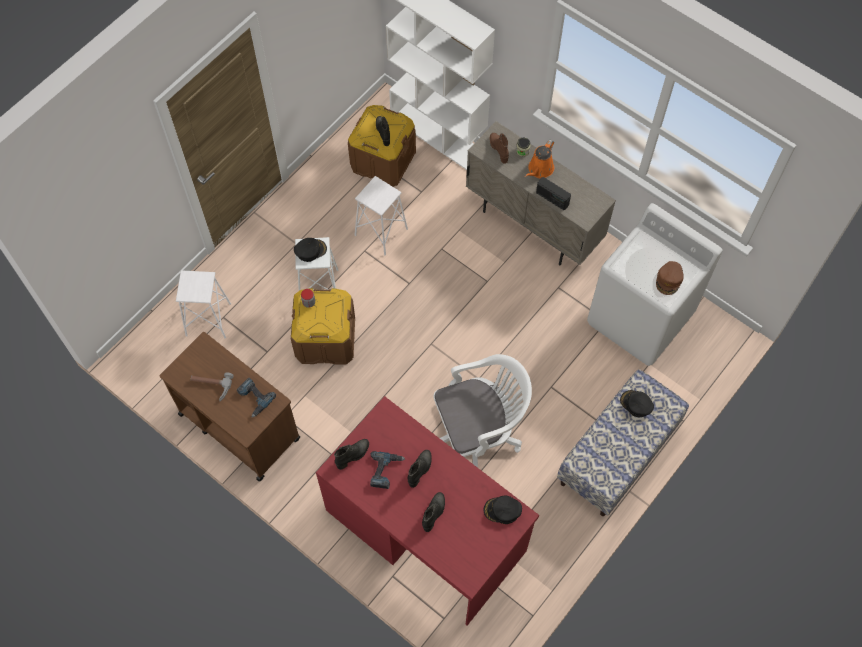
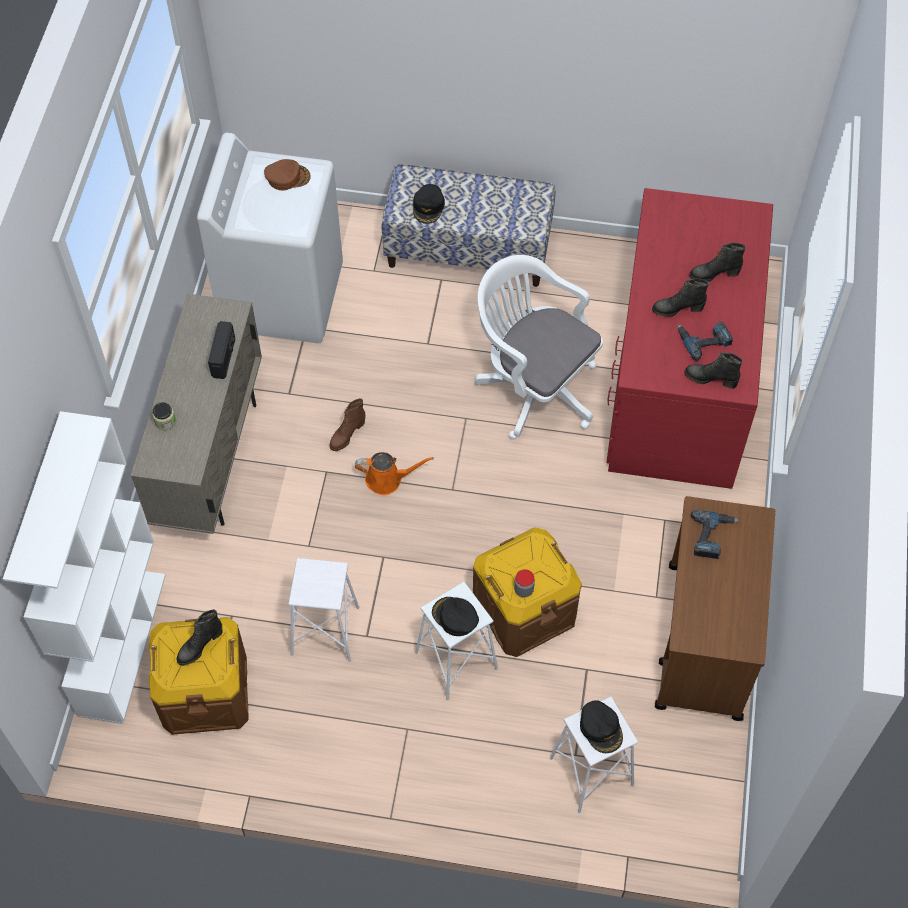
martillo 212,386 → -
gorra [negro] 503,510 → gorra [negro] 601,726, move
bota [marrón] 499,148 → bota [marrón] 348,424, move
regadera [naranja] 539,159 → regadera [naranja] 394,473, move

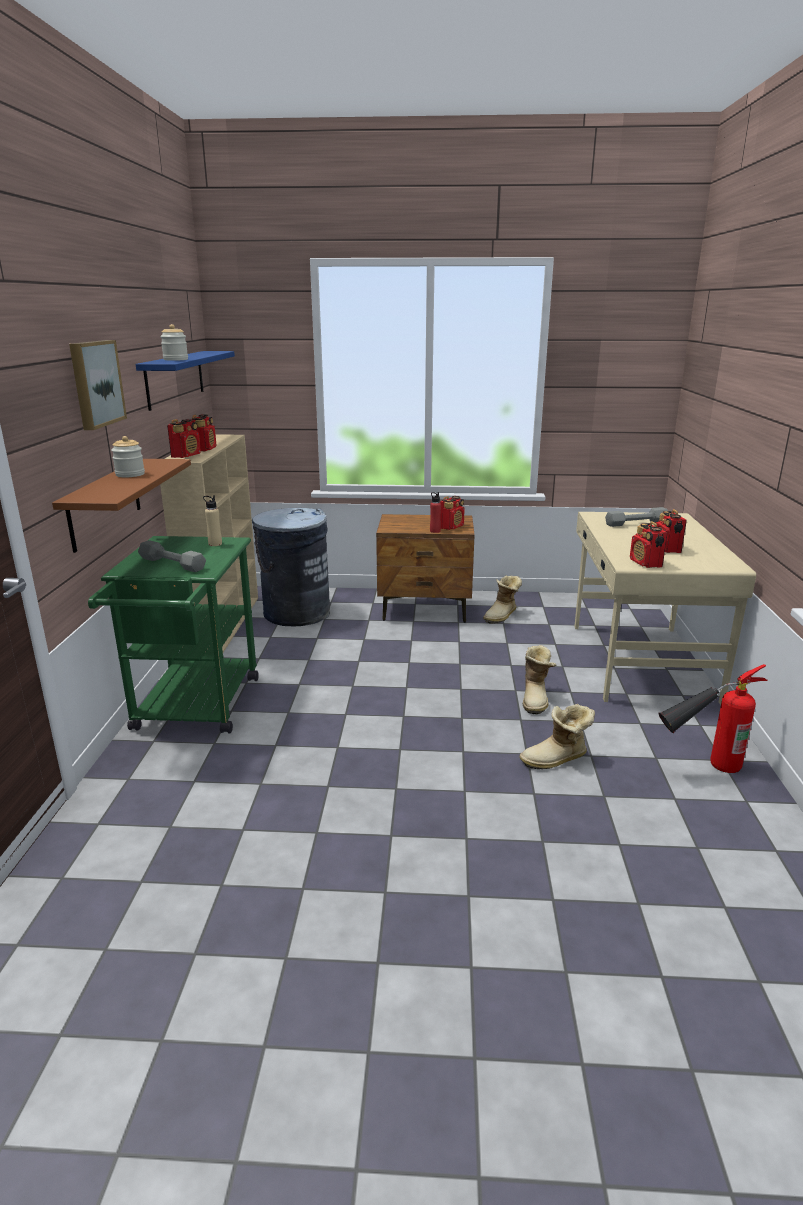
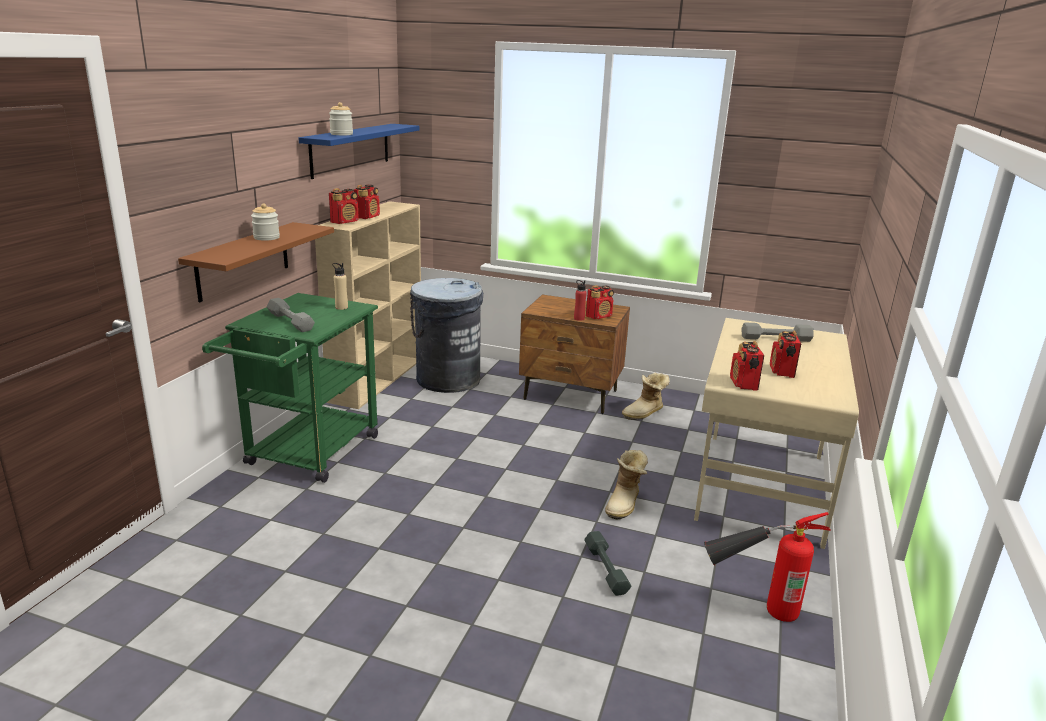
cuadro 98,385 → -
bota 557,736 → mancuerna [gris] 607,563

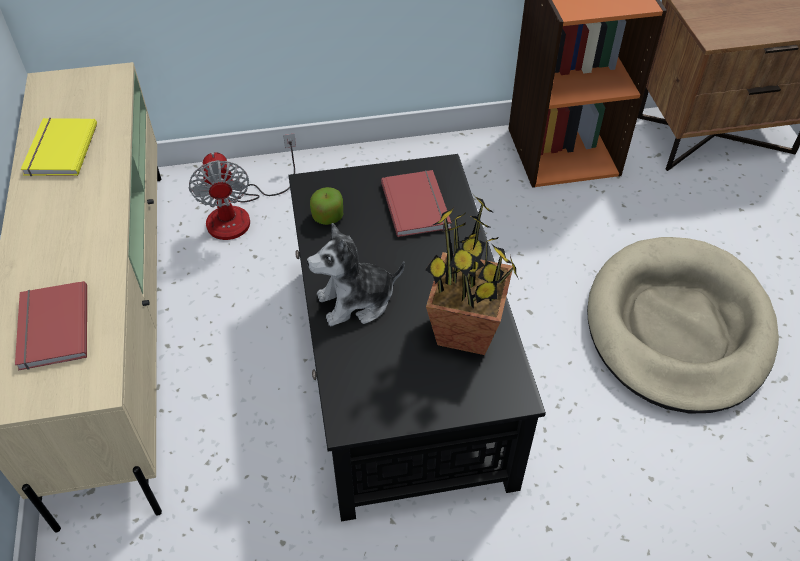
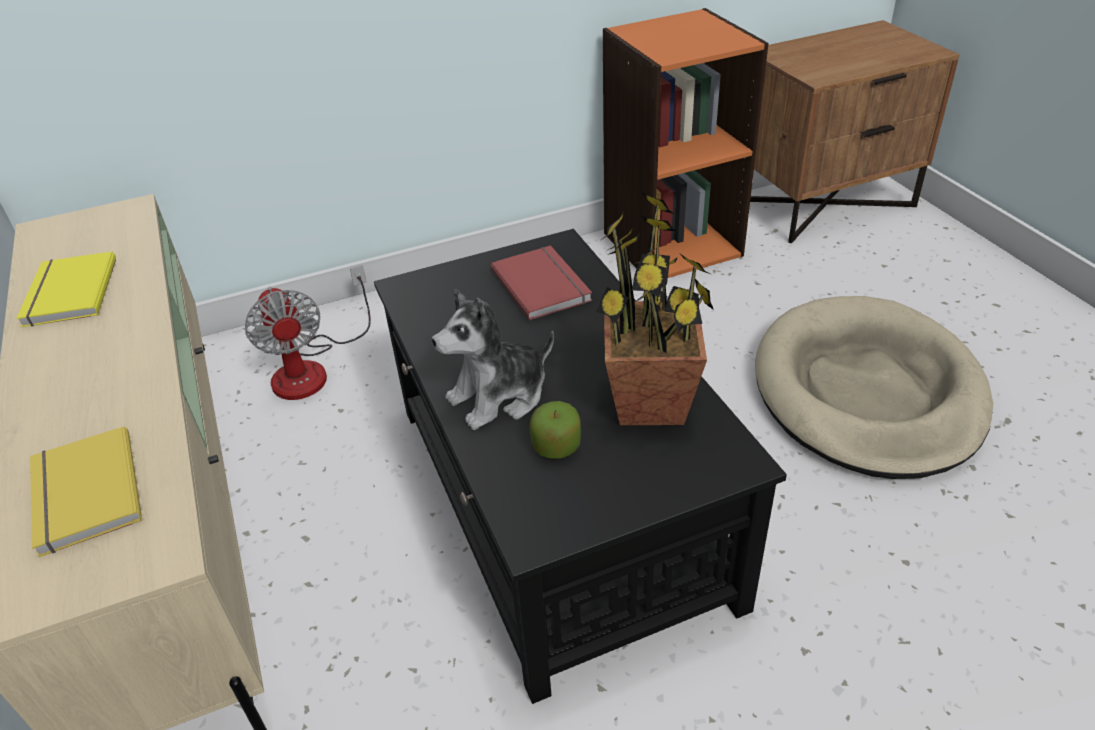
manzana 326,206 → manzana 555,430, move
libro [rojo] 51,326 → libro [amarillo] 86,491

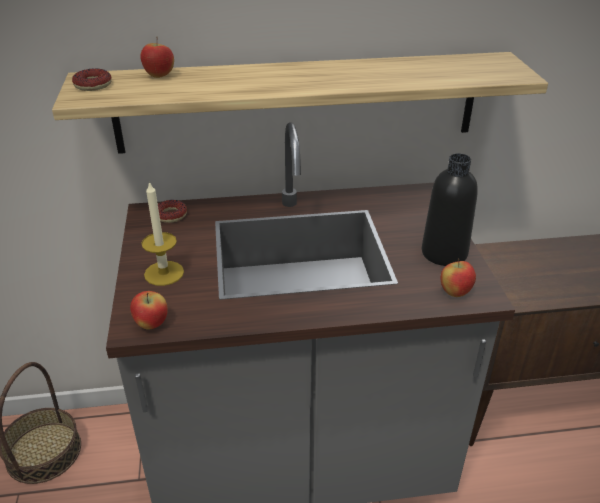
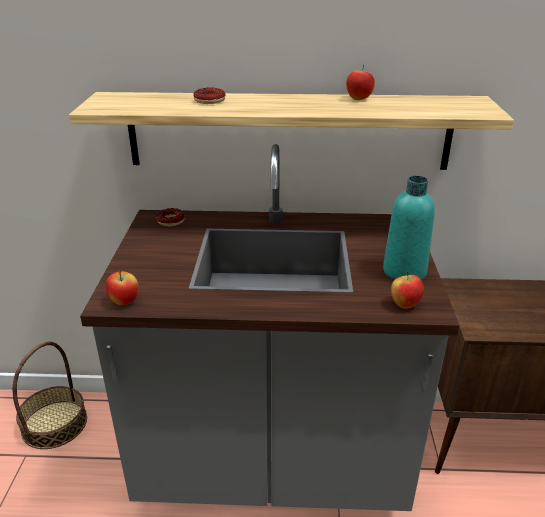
vela 162,233 → -
rosquilla 92,79 → rosquilla 209,95, move
manzana 157,57 → manzana 360,82, move
botella [negro] 450,209 → botella [turquesa] 409,228

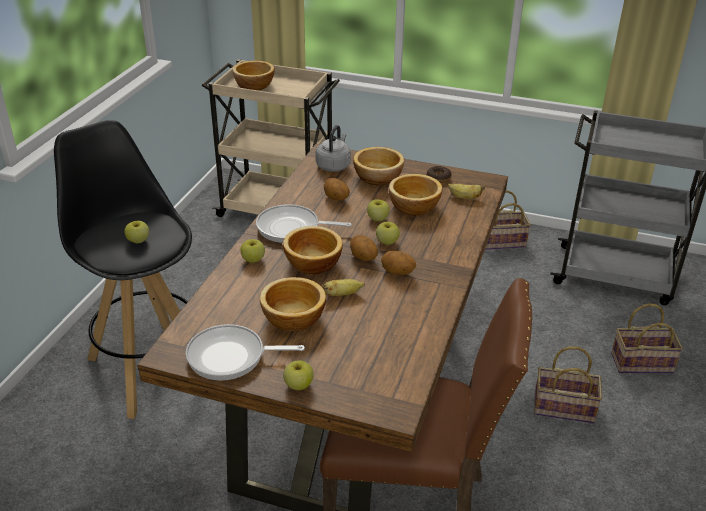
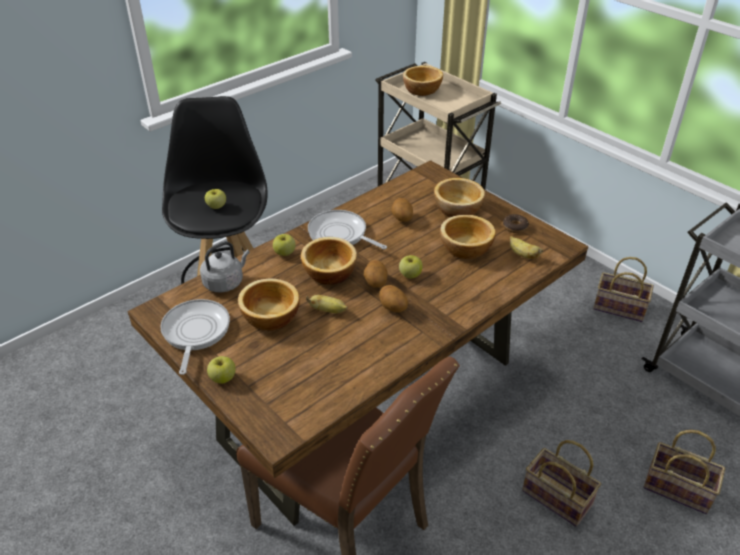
manzana 378,210 → -
hervidor [gris] 333,148 → hervidor [gris] 225,266, move
sartén 245,352 → sartén 195,337, 60 degrees clockwise

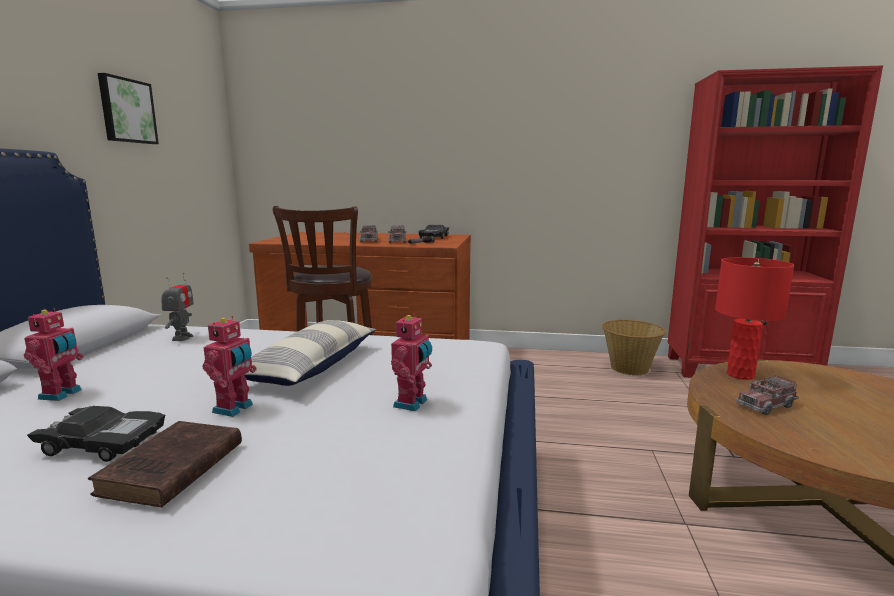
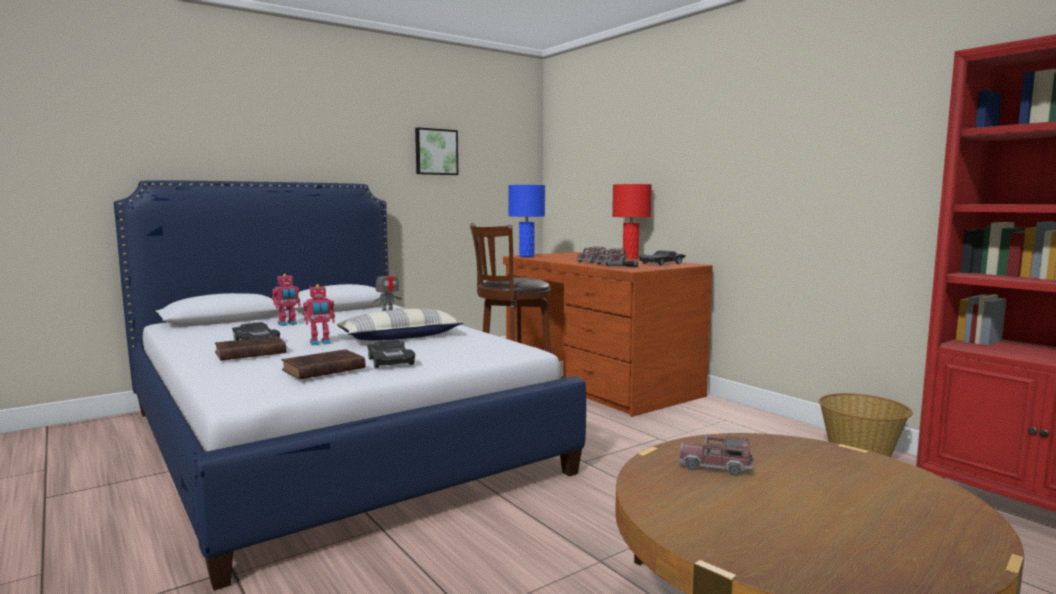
- → libro [marrón] 323,364
- → lámpara de mesa [azul] 526,221
lámpara de mesa [rojo] 754,318 → lámpara de mesa [rojo] 632,221, move
robot de juguete 411,362 → coche de juguete [negro] 391,354

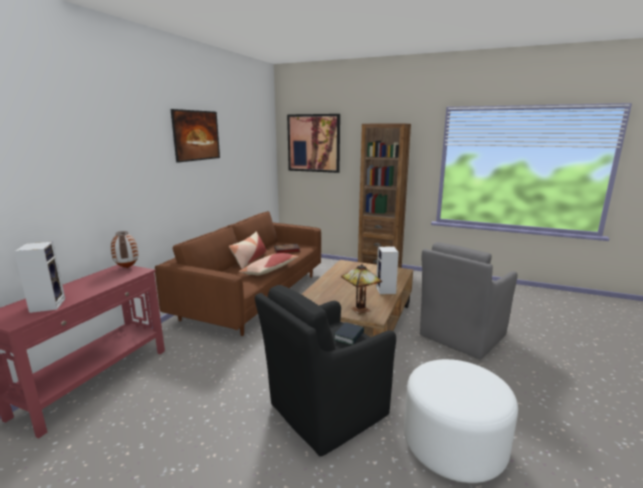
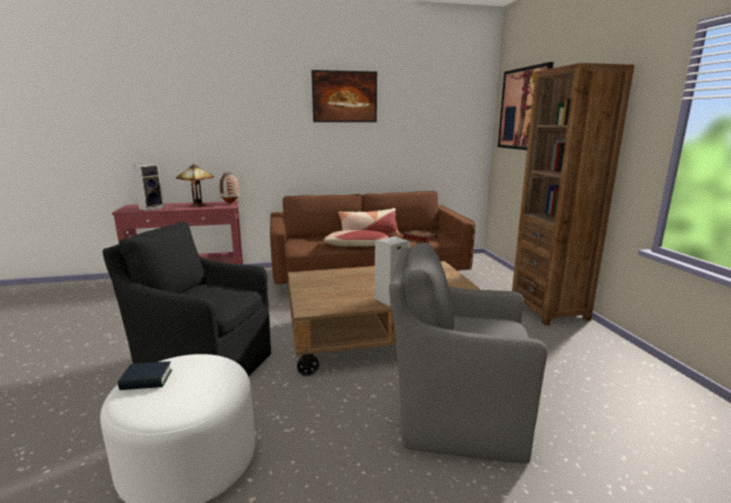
libro 349,333 → libro 145,375, move
lámpara de mesa 361,289 → lámpara de mesa 195,185, move

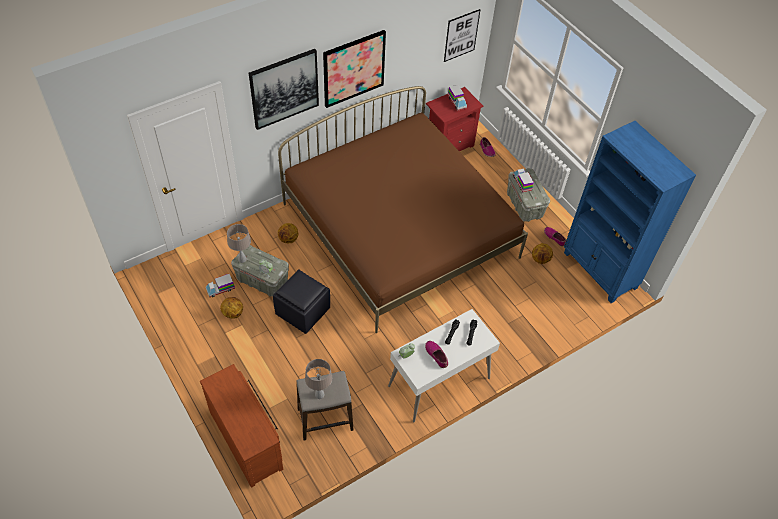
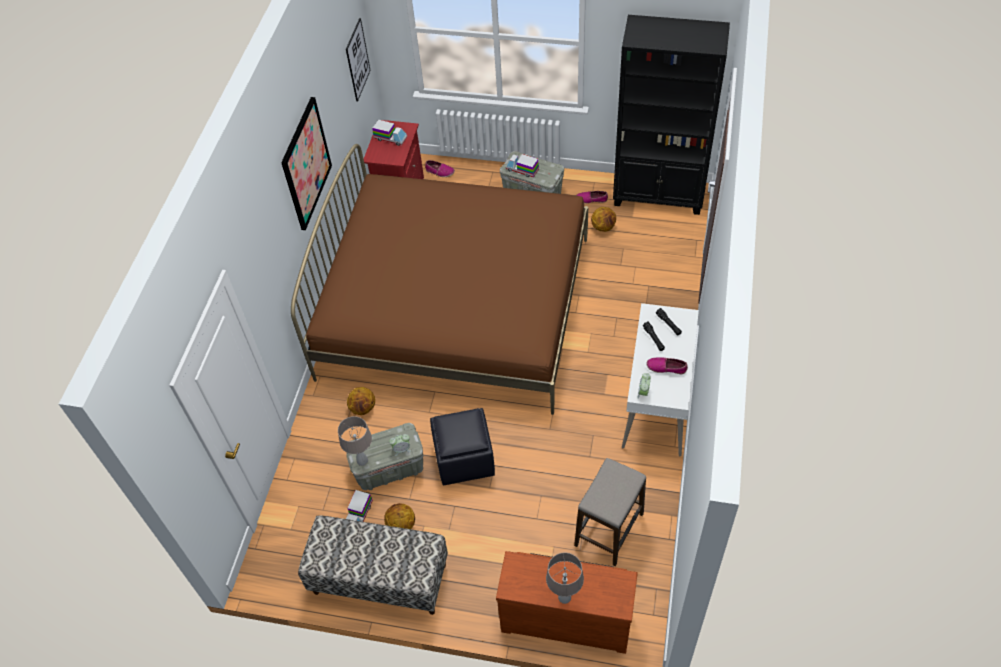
cuadro 284,89 → -
- → banco 373,565
lámpara de mesa [beis] 318,379 → lámpara de mesa [beis] 565,578, move
estantería [azul] 630,212 → estantería [negro] 671,115

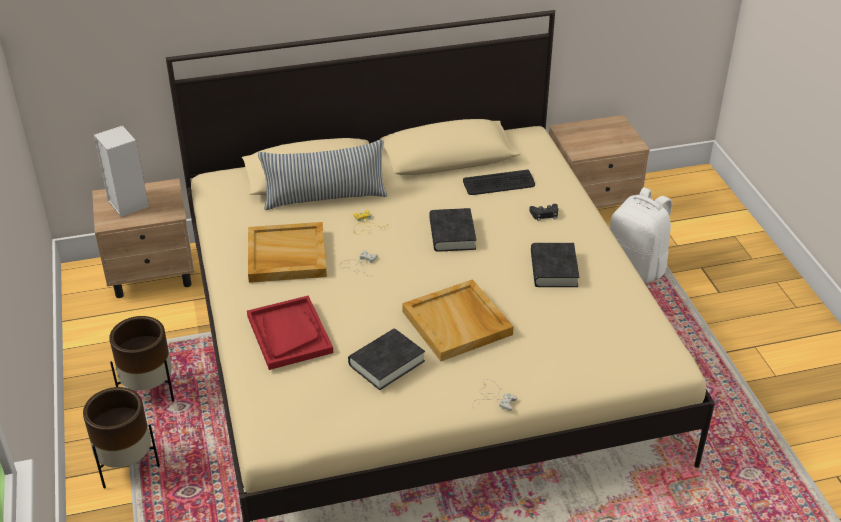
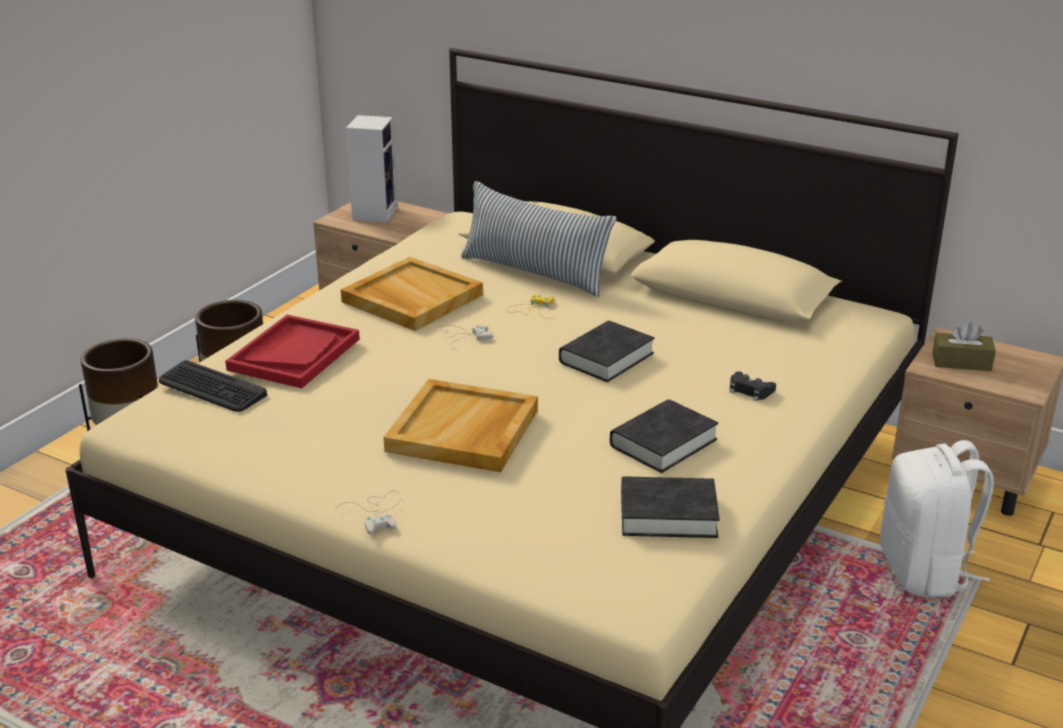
- → caja de pañuelos [marrón] 964,346
libro [negro] 386,359 → libro [negro] 670,507, move
teclado 499,182 → teclado 213,386, move

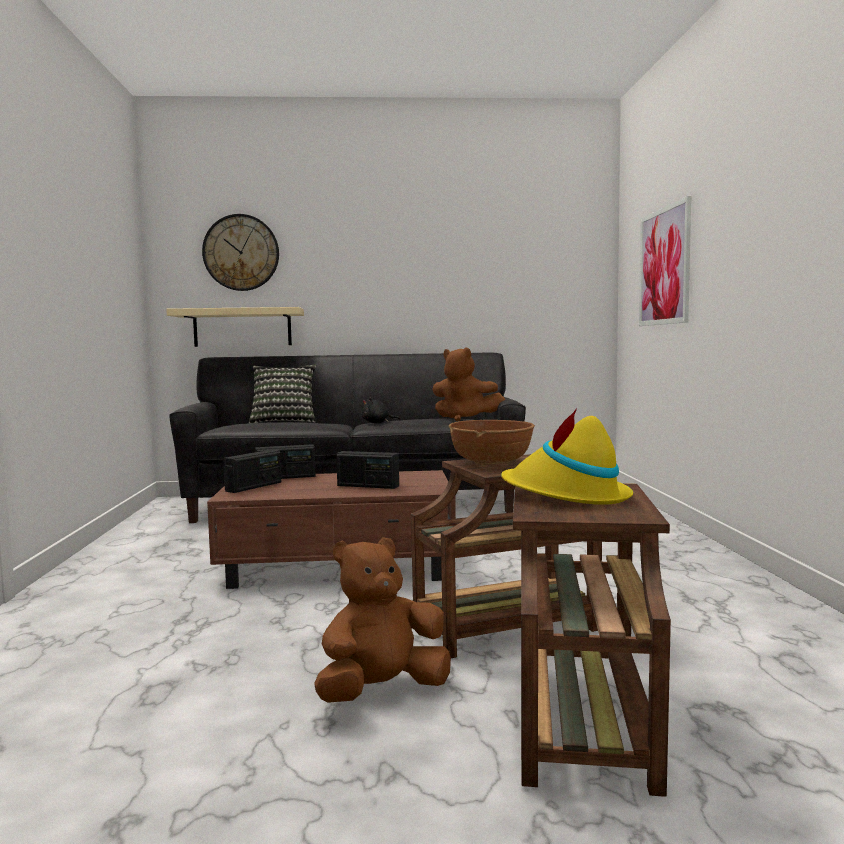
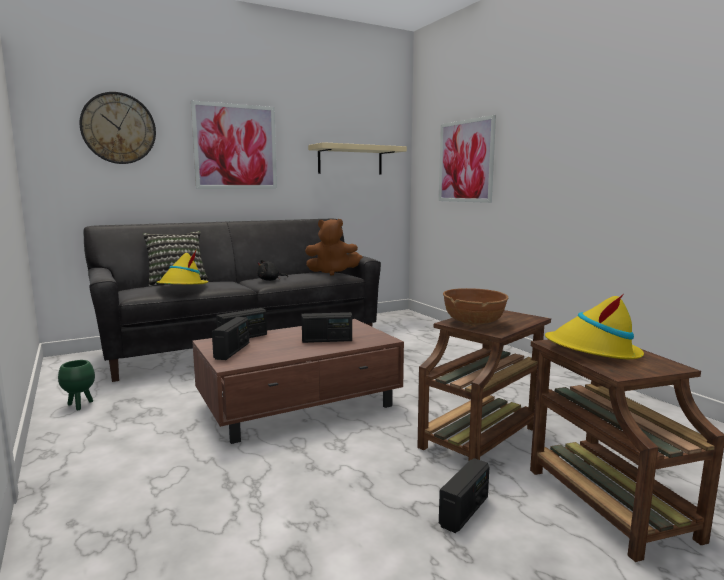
- → maceta [verde] 76,385
- → sombrero [amarillo] 182,266
- → cuadro 234,144
estante [beis] 235,327 → estante [beis] 357,158, move
peluche [marrón] 382,620 → radio 464,495

